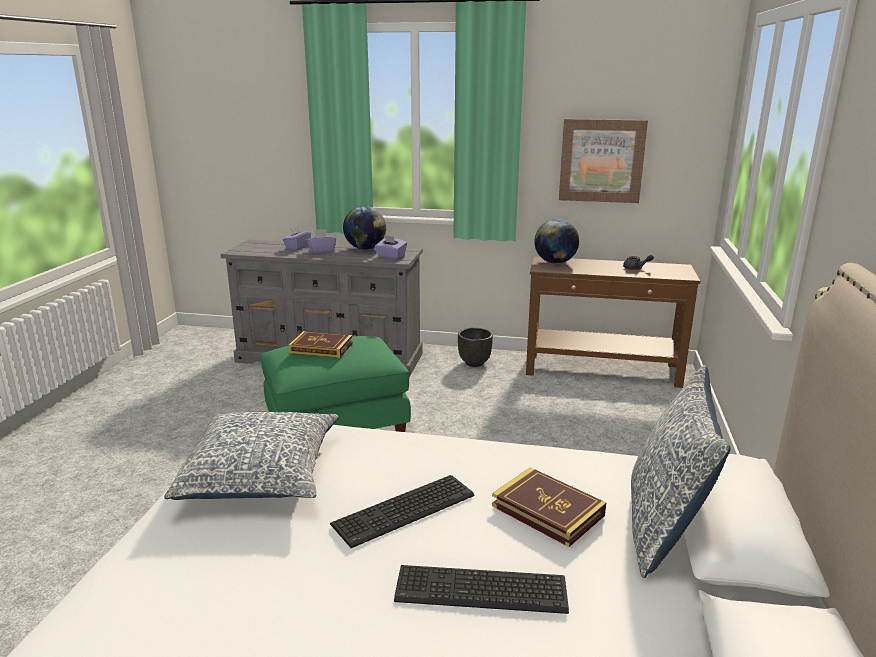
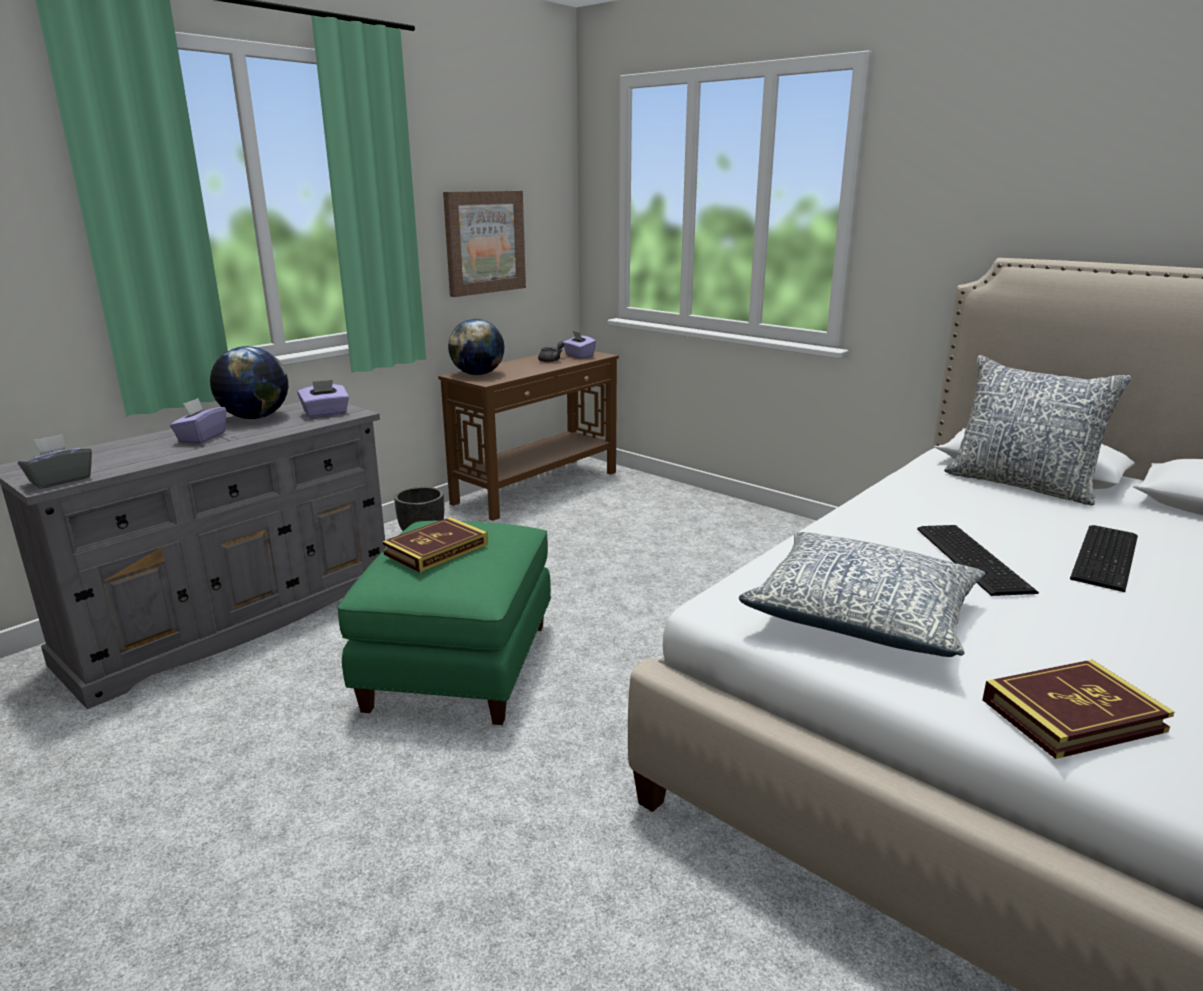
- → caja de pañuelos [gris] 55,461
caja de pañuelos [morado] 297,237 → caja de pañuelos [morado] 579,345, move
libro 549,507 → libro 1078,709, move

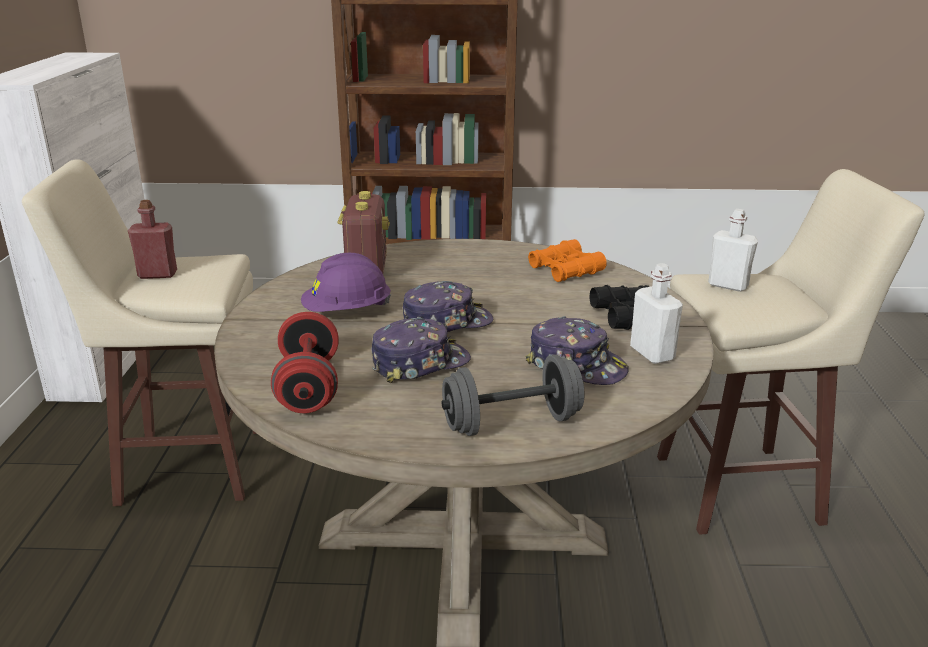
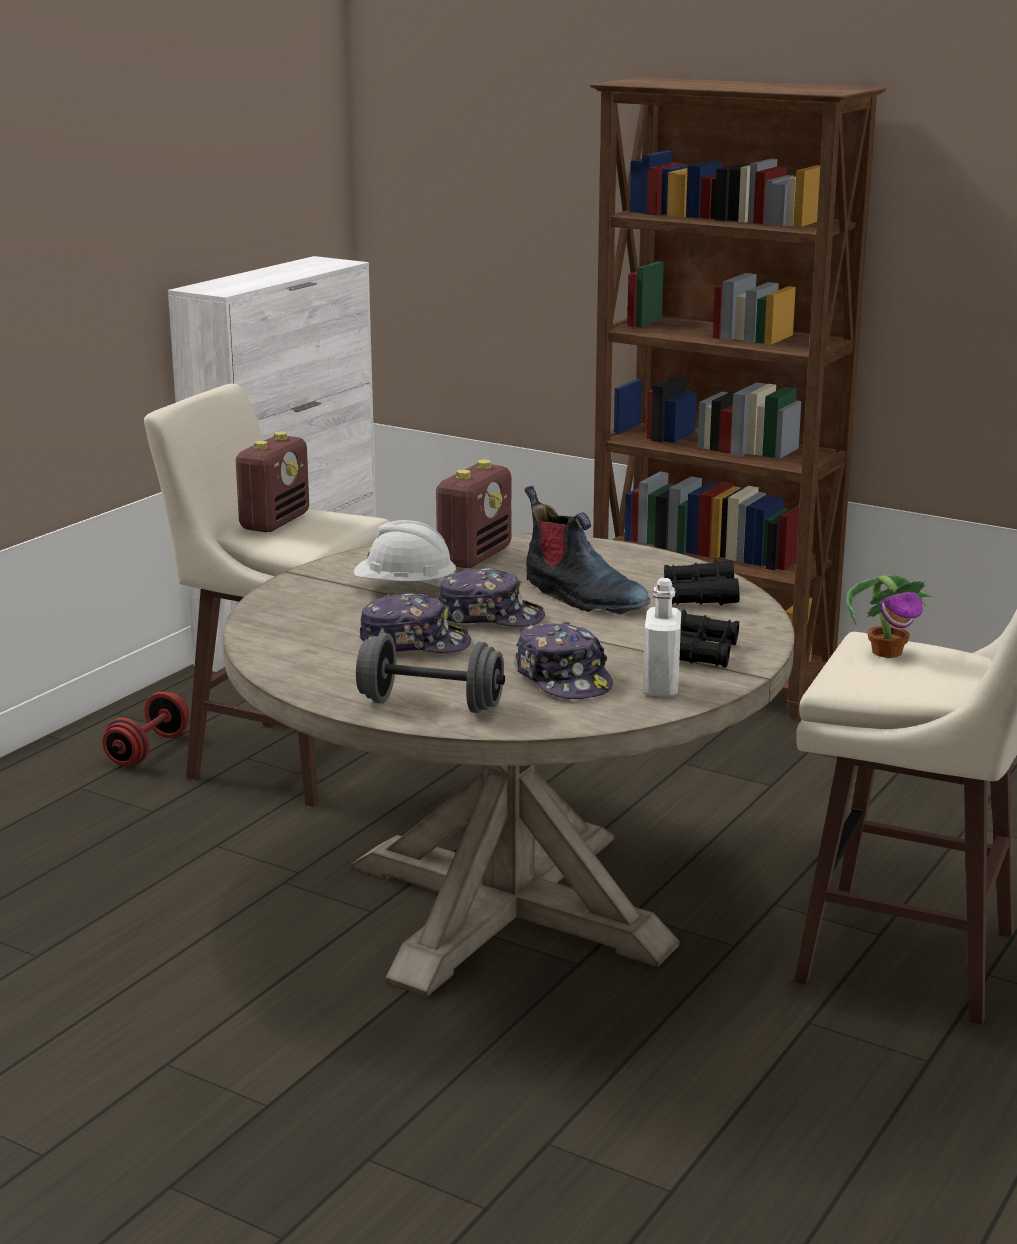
- → bota 587,550
mancuerna [rojo] 305,362 → mancuerna [rojo] 145,729, move
botella [rojo] 152,239 → radio 272,482
botella [blanco] 733,250 → planta en maceta 889,616
casco [morado] 346,282 → casco [blanco] 405,553
prismáticos [naranja] 567,260 → prismáticos [negro] 701,583

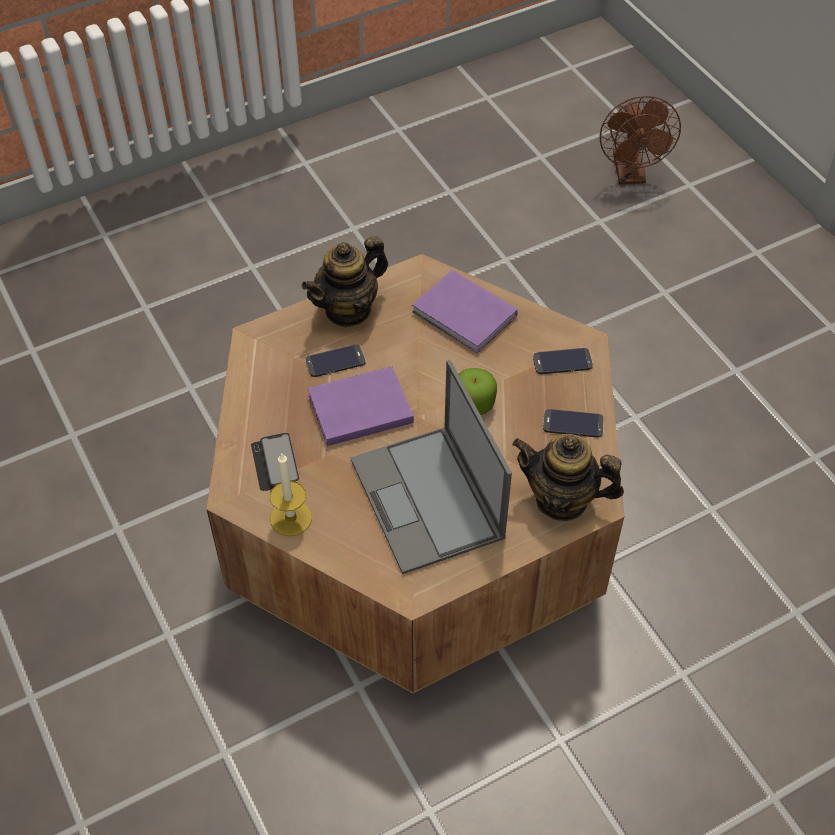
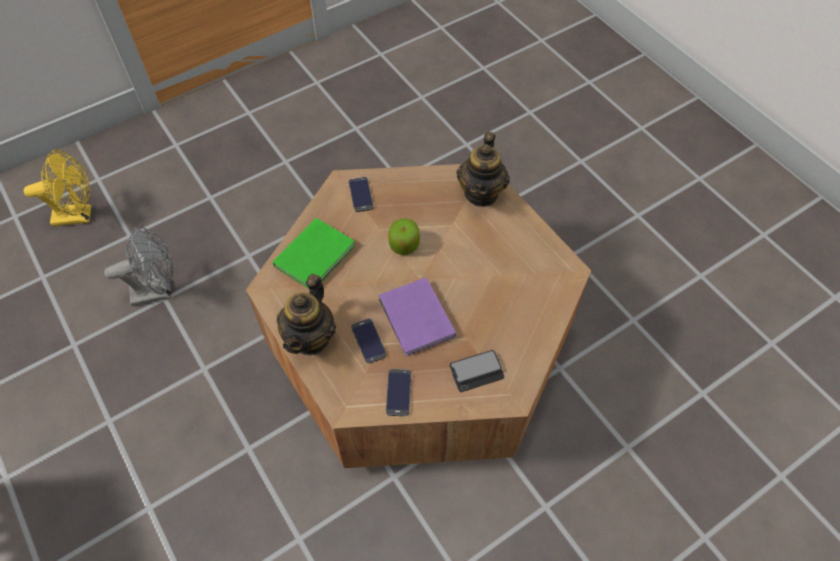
vela 291,494 → -
portátil 431,467 → -
- → ventilador [gris] 138,266
móvil 573,423 → móvil 398,392, move
libro [morado] 465,311 → libro [verde] 314,253
ventilador [marrón] 640,140 → ventilador [amarillo] 58,188
tetera 344,282 → tetera 306,314, 60 degrees clockwise

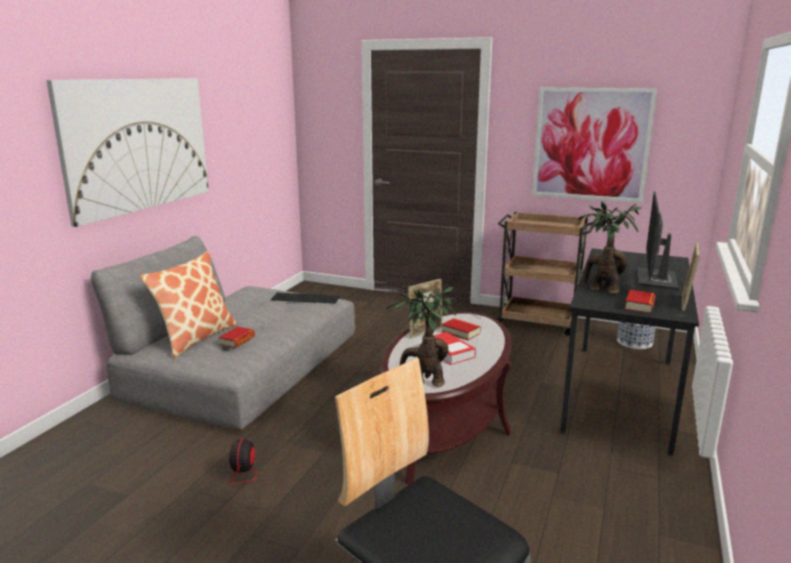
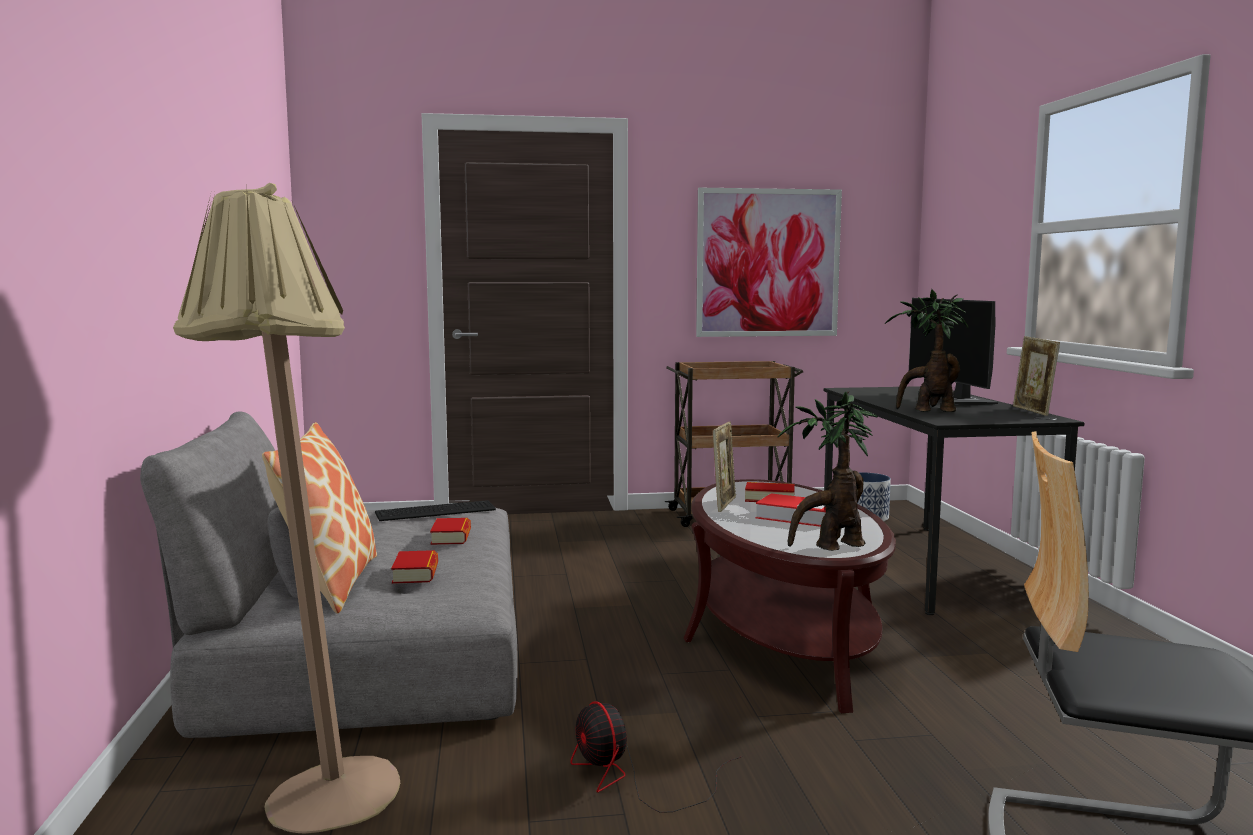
cuadro 127,152 → -
- → lámpara de pie [beis] 286,508
libro 640,302 → libro 450,531, move

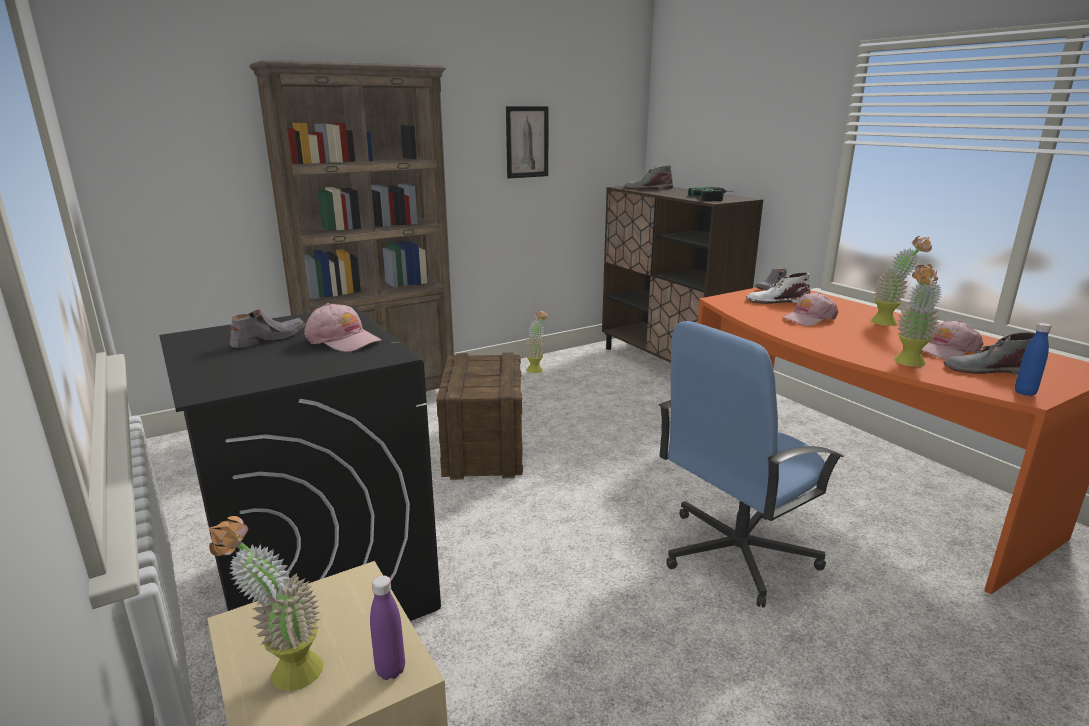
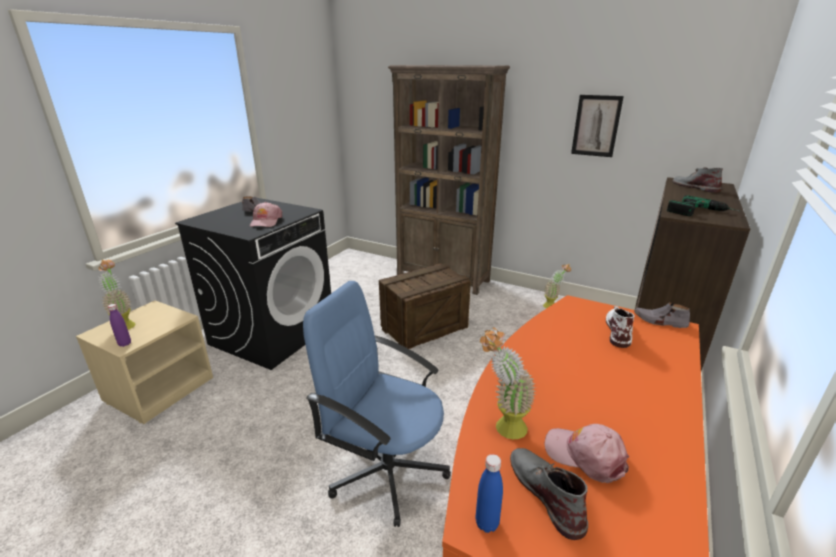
gorra [rosa] 810,309 → -
planta en maceta 901,281 → -
bota [blanco] 778,288 → bota [blanco] 620,327, 45 degrees clockwise

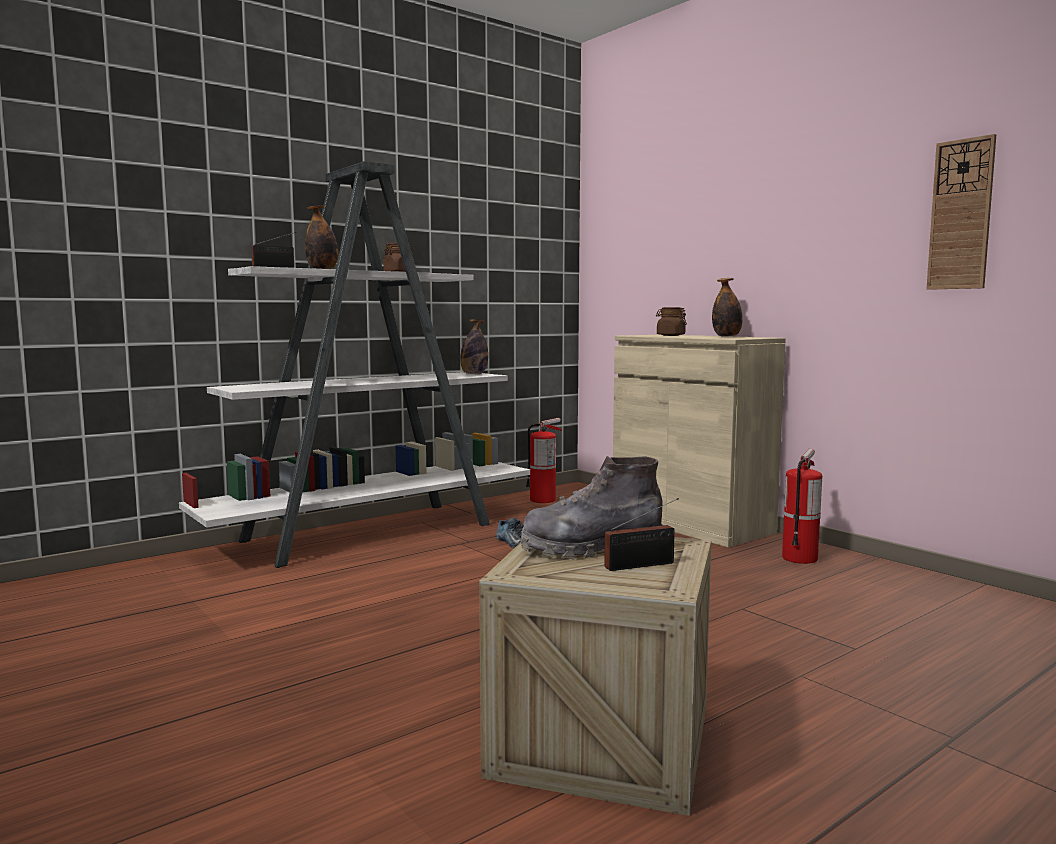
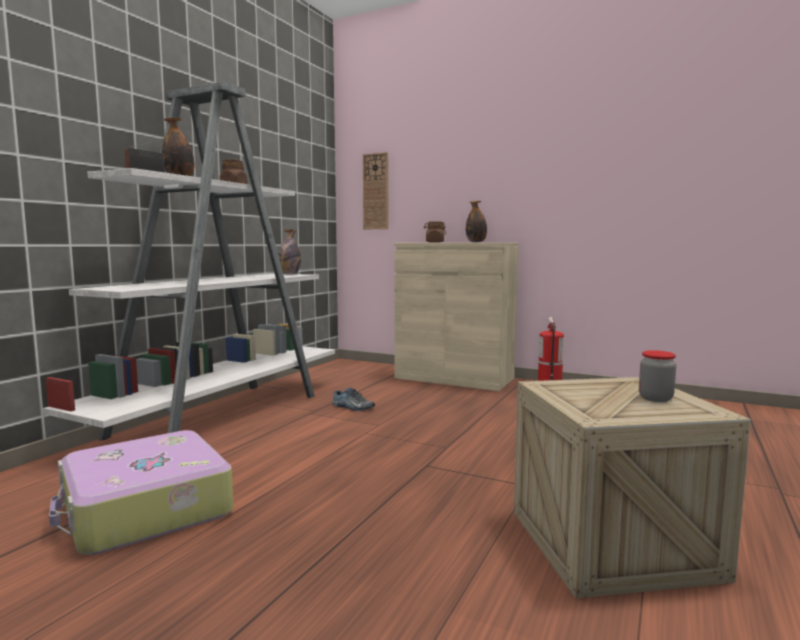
bota [gris] 592,507 → -
extintor 544,460 → -
- → maleta 141,492
reloj de pared 961,212 → reloj de pared 375,190, move
radio 641,534 → tarro 657,376

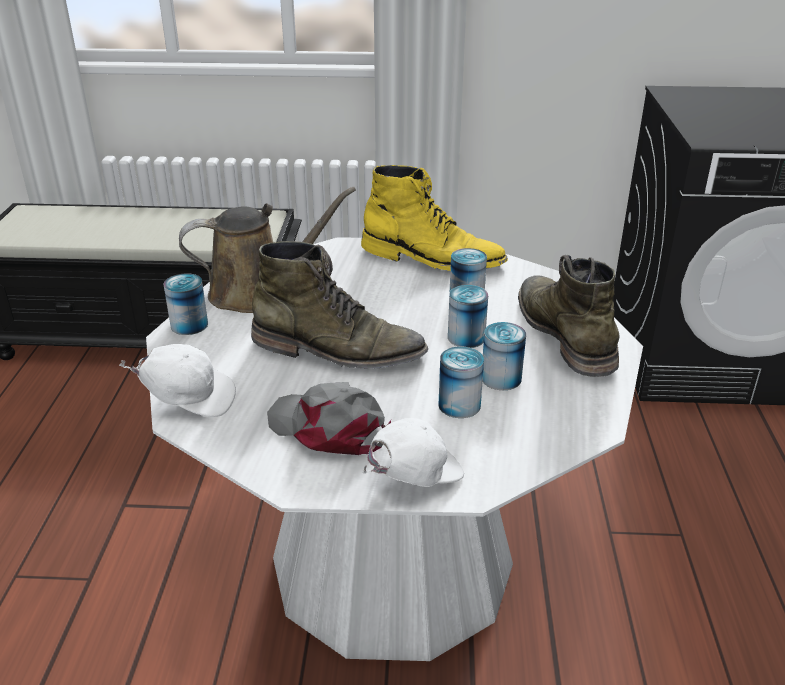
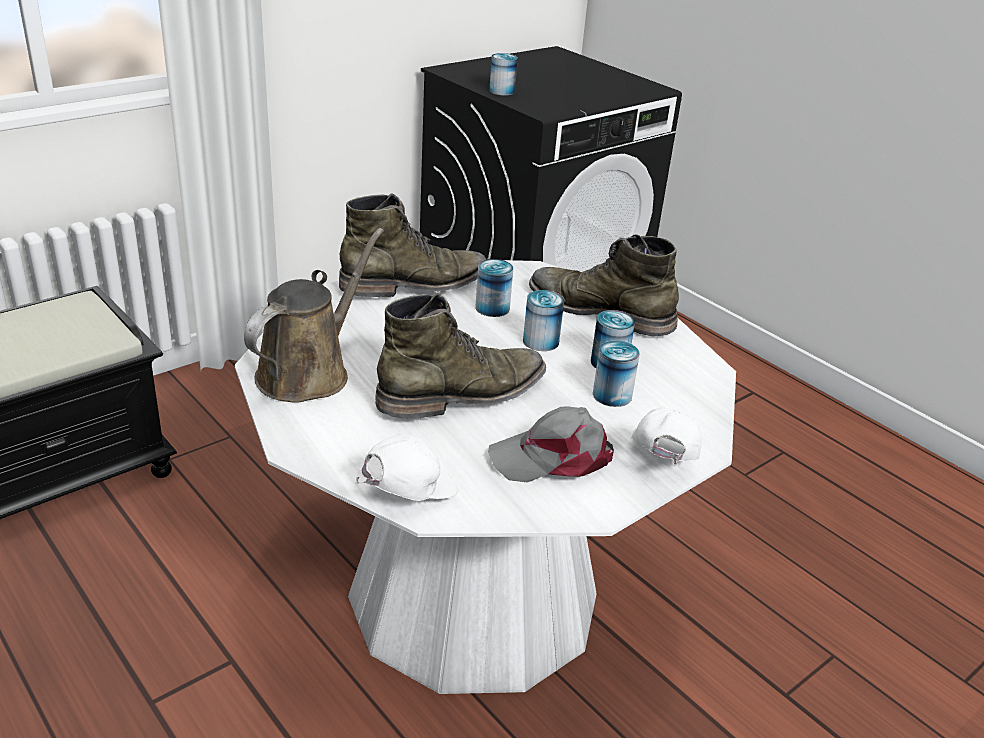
lata 186,304 → lata 503,74, move
bota [amarillo] 434,218 → bota [verde] 413,245

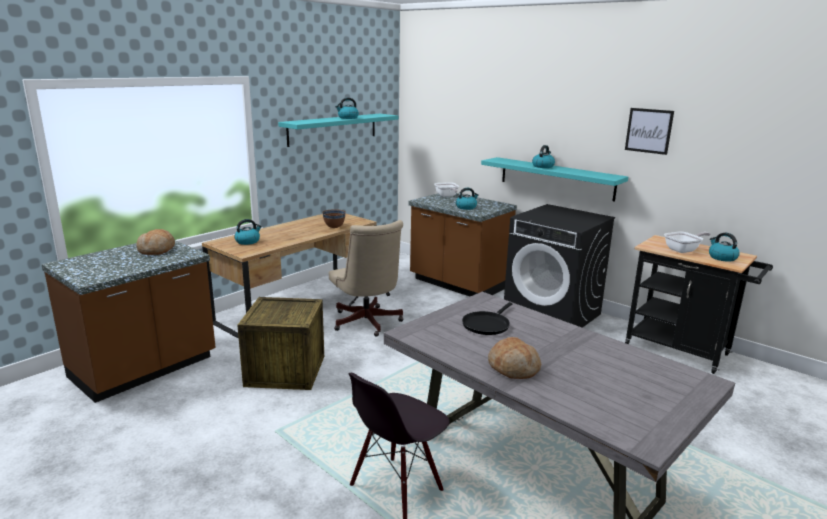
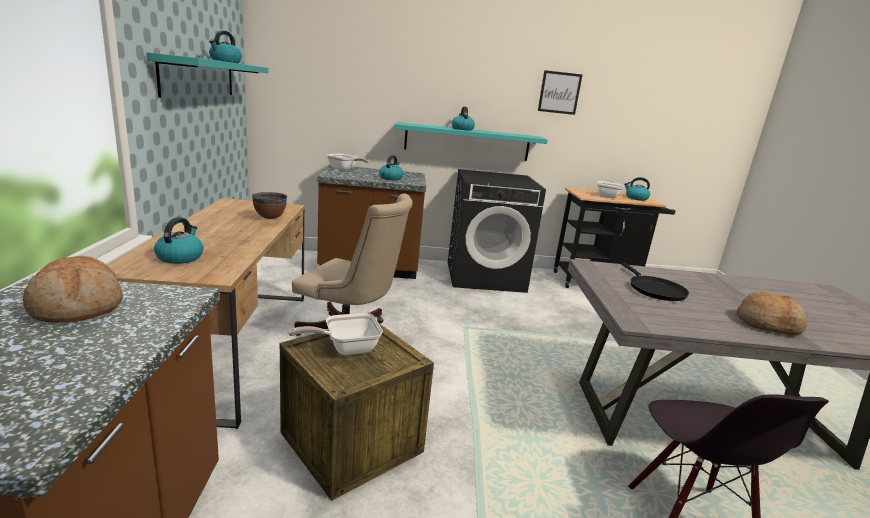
- → sartén 335,334

